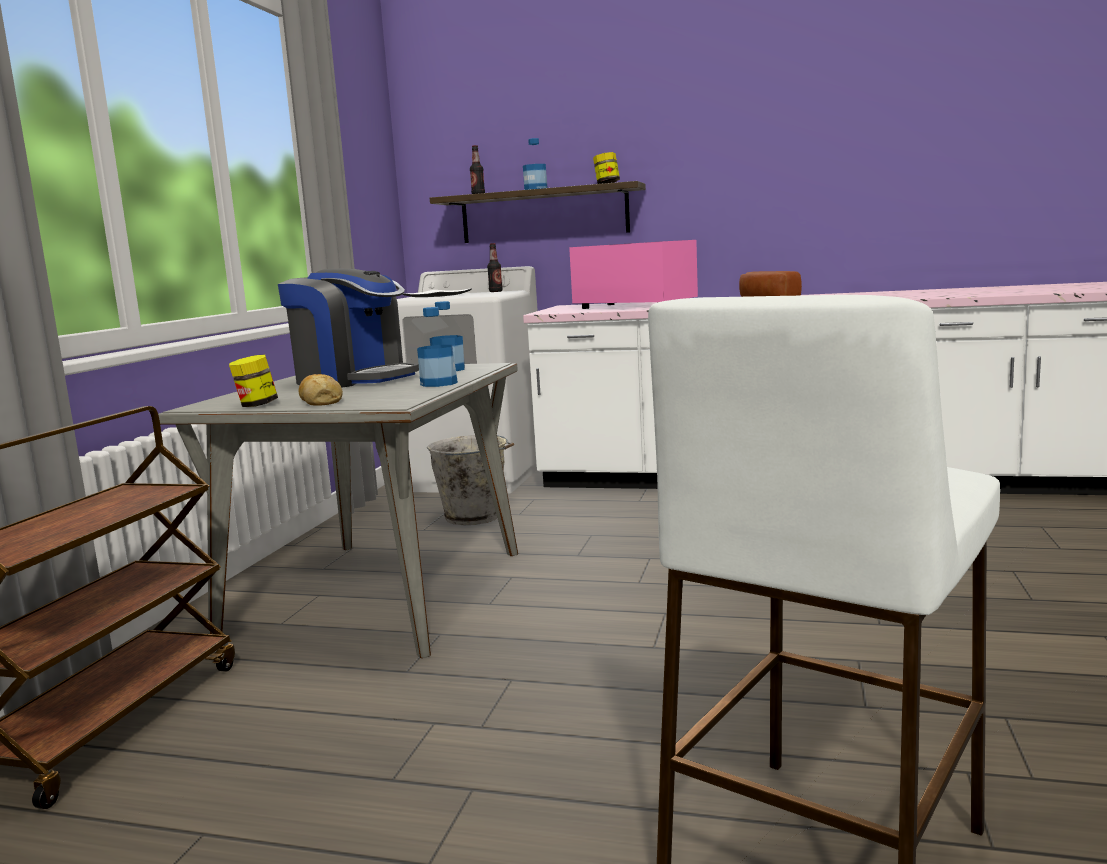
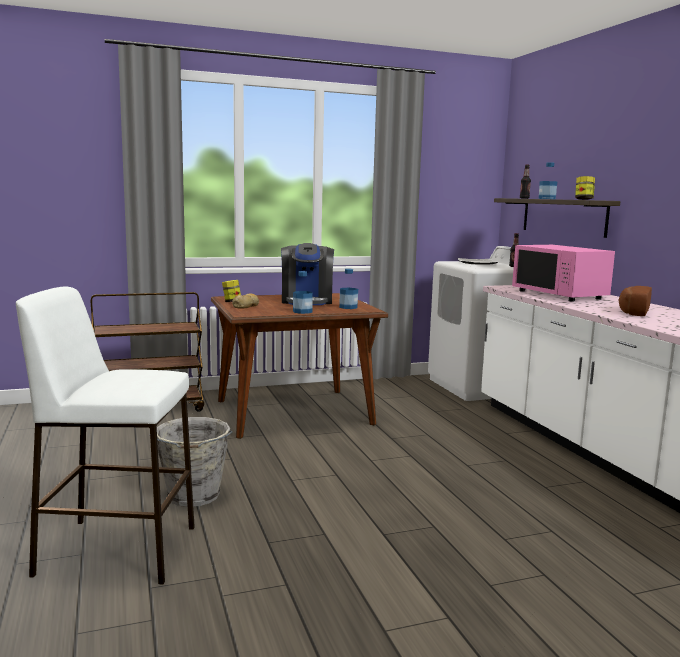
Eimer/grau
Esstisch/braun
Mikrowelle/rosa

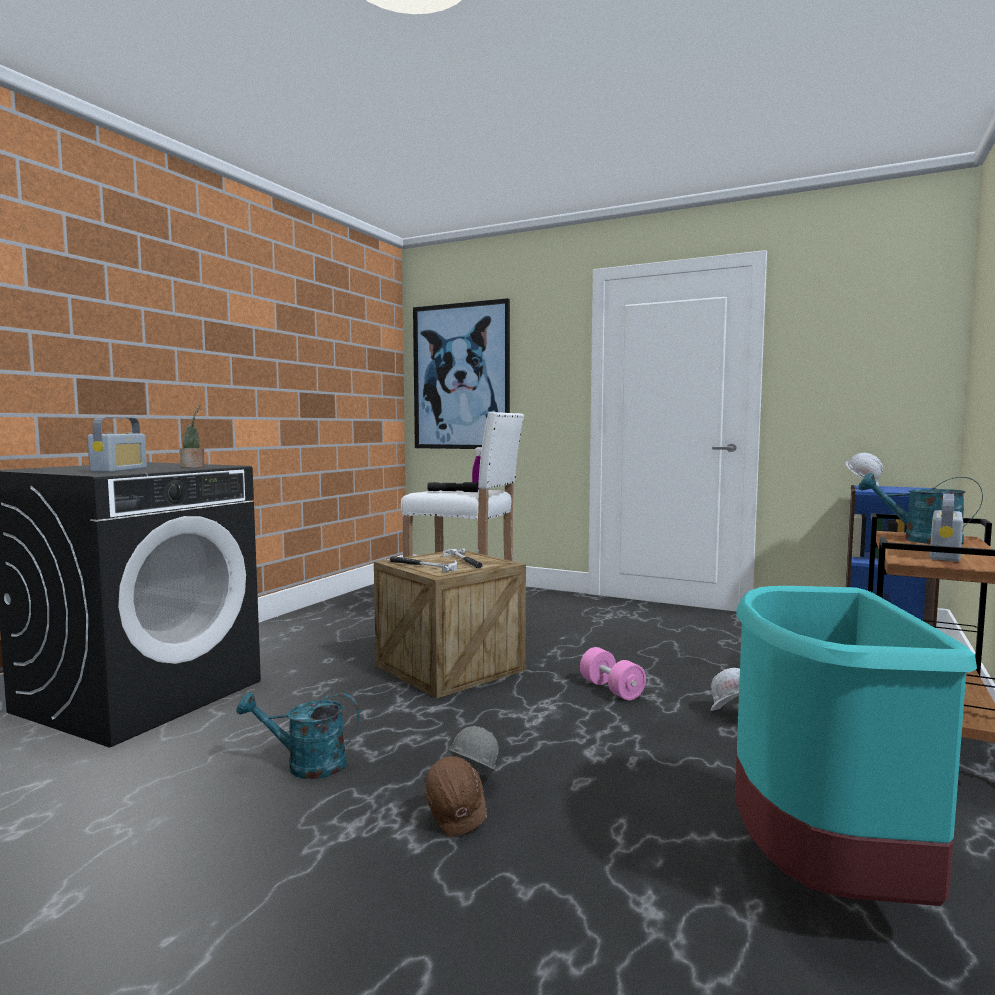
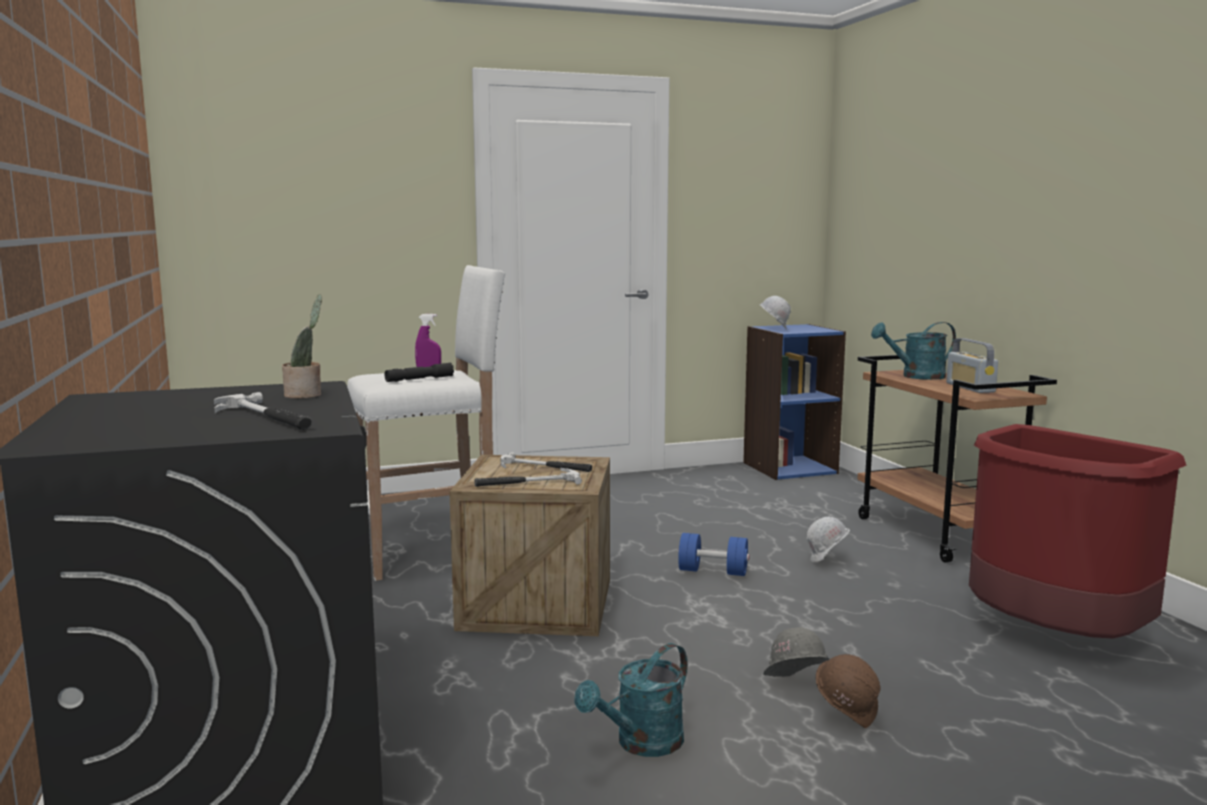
Bild
Hammer (no. 1 from left)
Hantel/blau
Mülleimer/rot

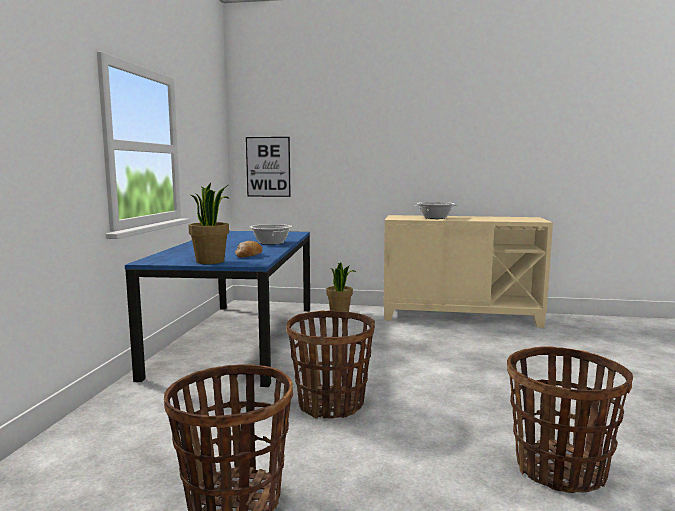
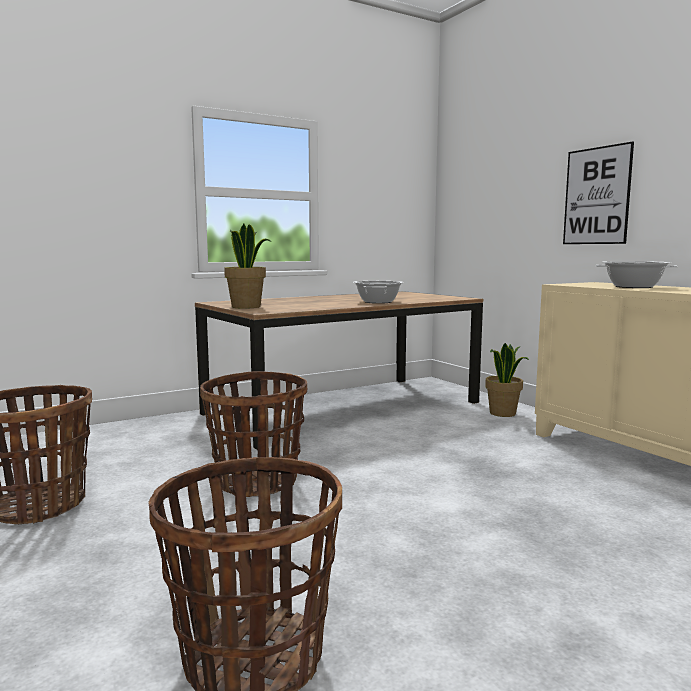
Brot
Bild
Esstisch/braun

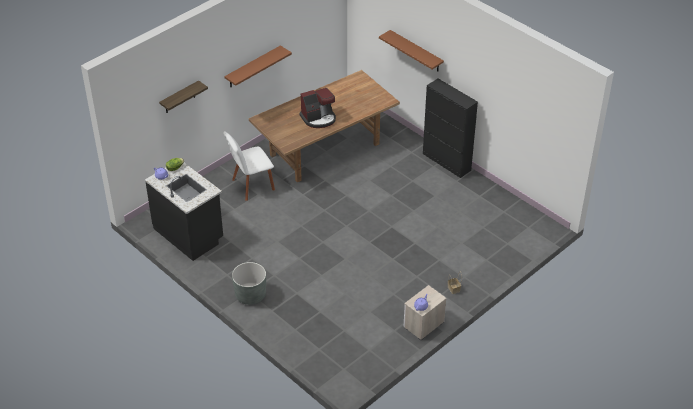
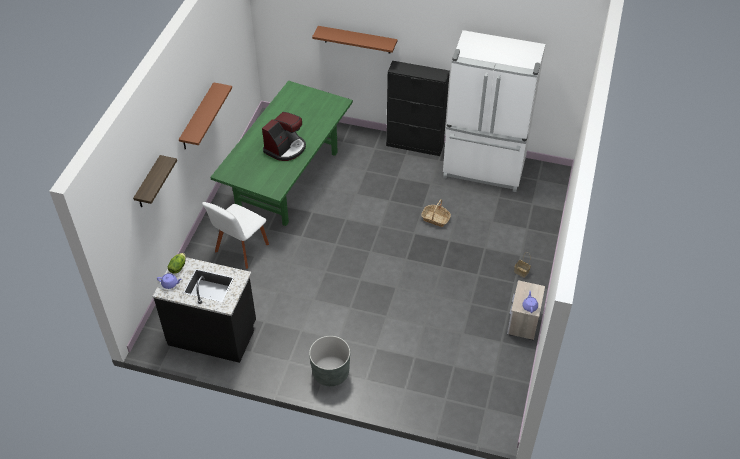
Korb (no. 1 from left)
Kühlschrank/weiß
Esstisch/grün

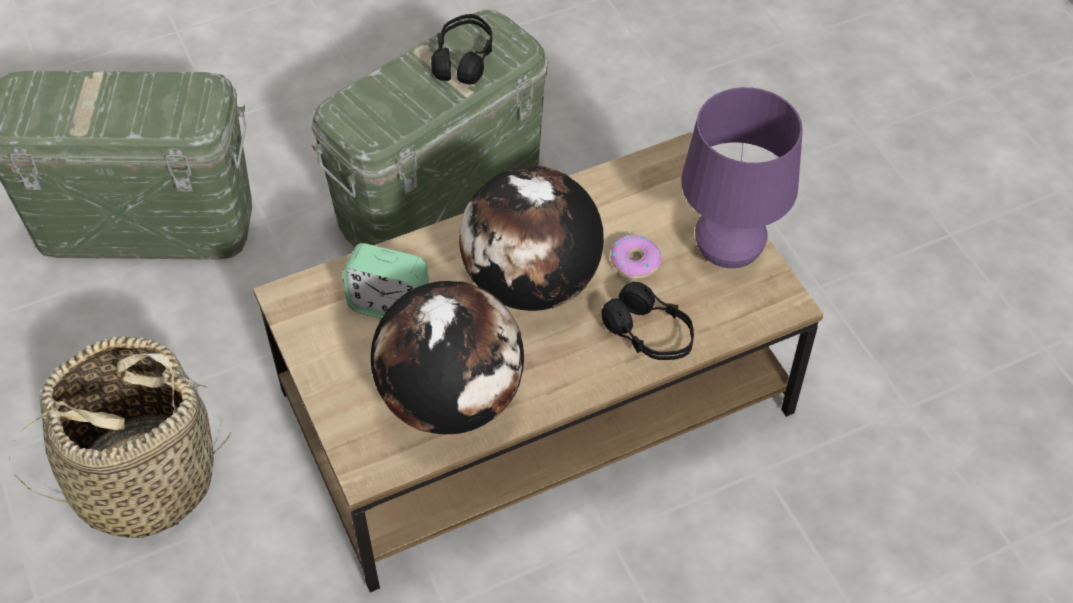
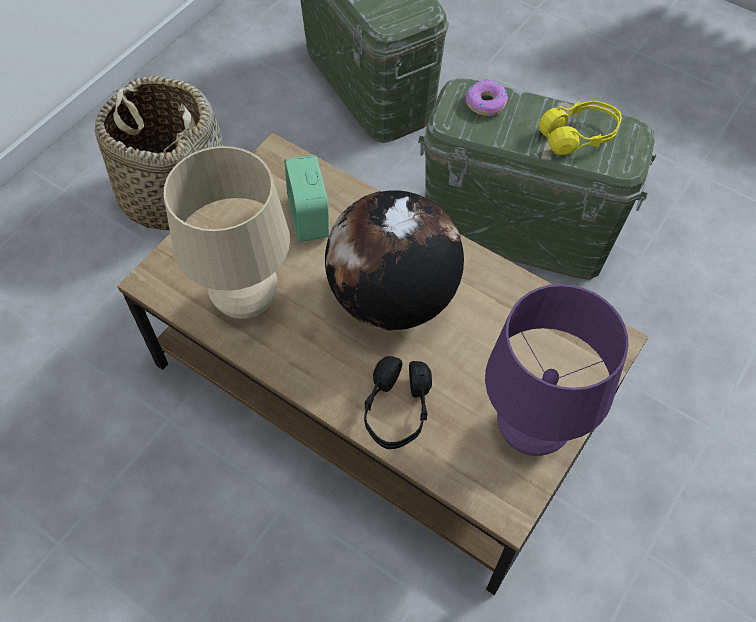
Donut
Tischlampe/beige
Kopfhörer/gelb

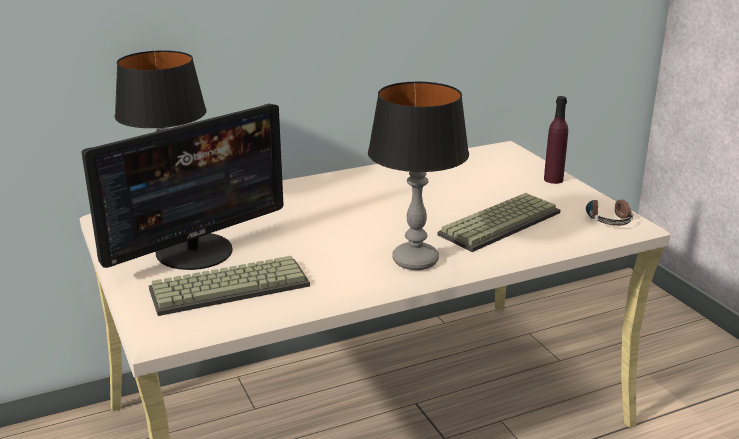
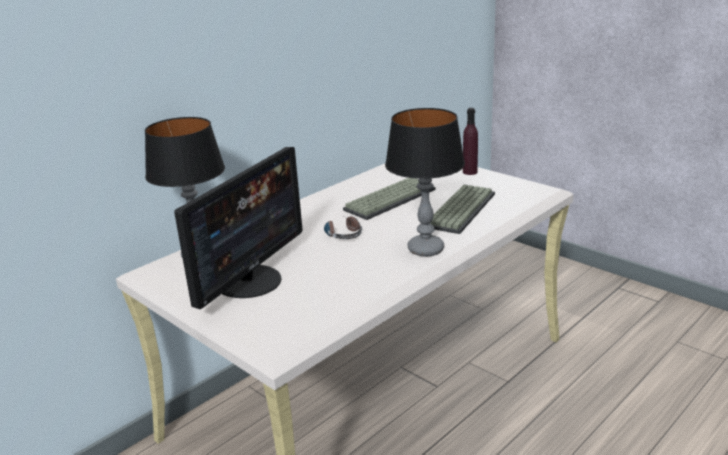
Tastatur (no. 1 from left)
Kopfhörer

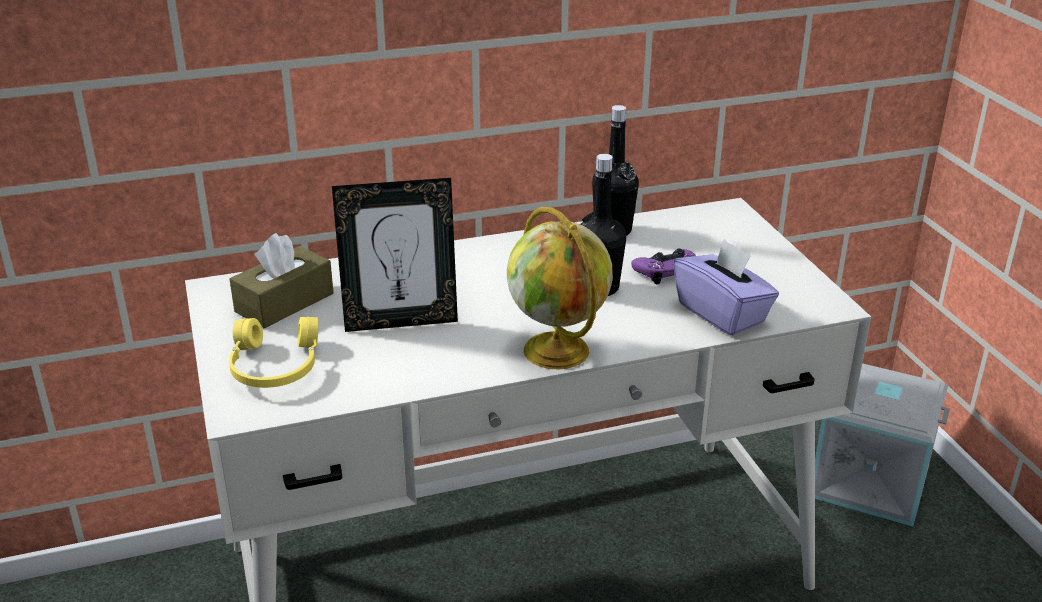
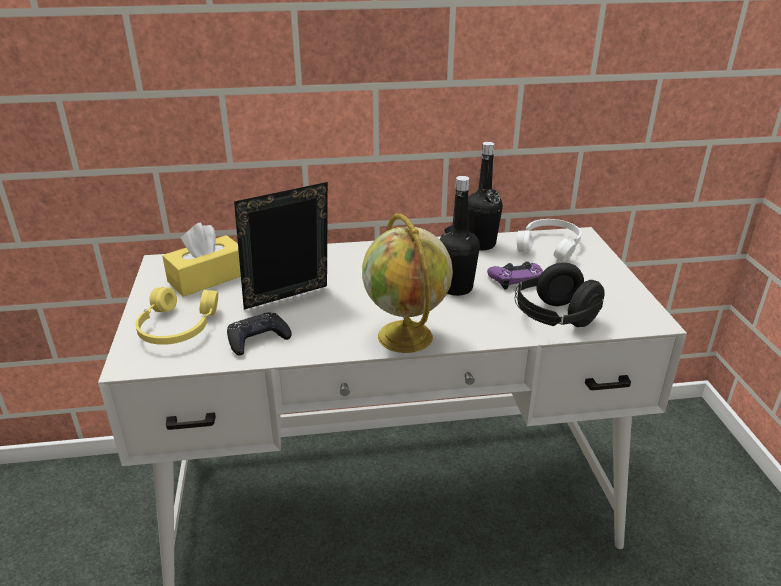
Aufbewahrungsbox/grau
Gamepad/schwarz
Kopfhörer/weiß
Kopfhörer/schwarz
Taschentuchbox/gelb
Bilderrahmen

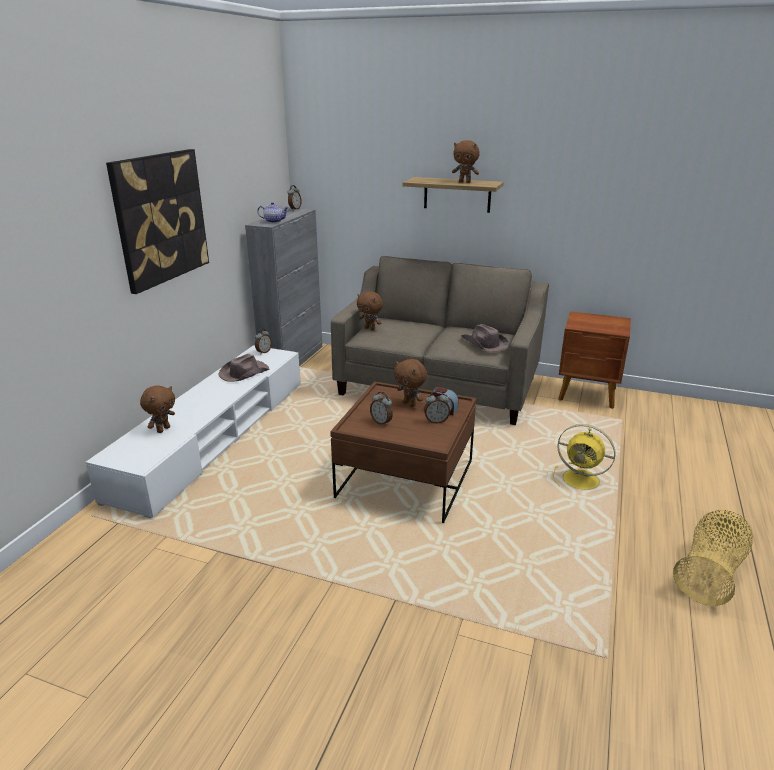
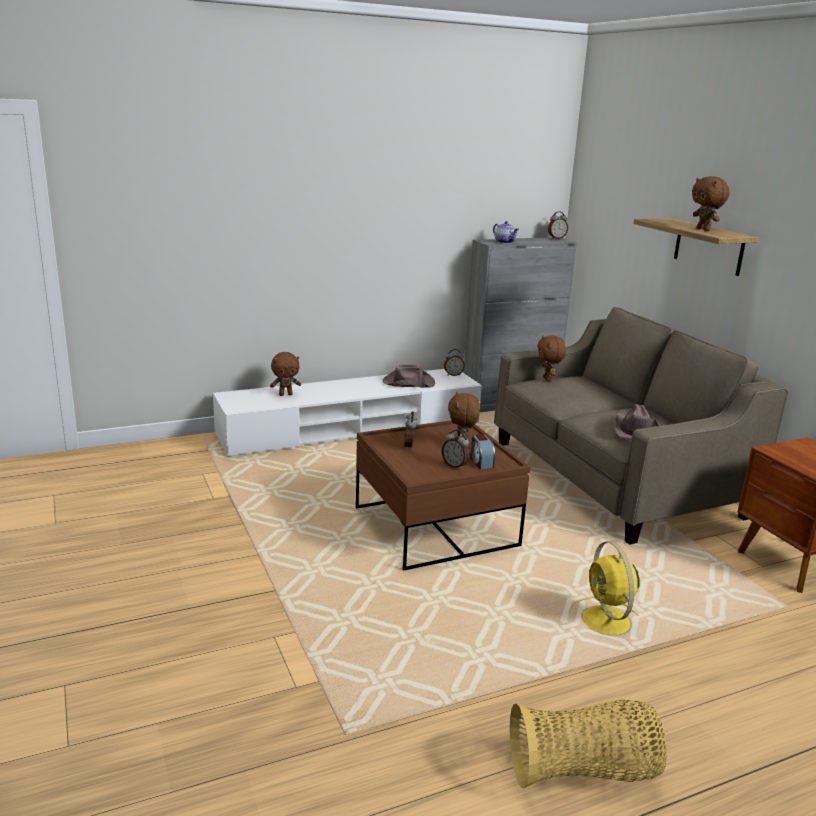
Bild

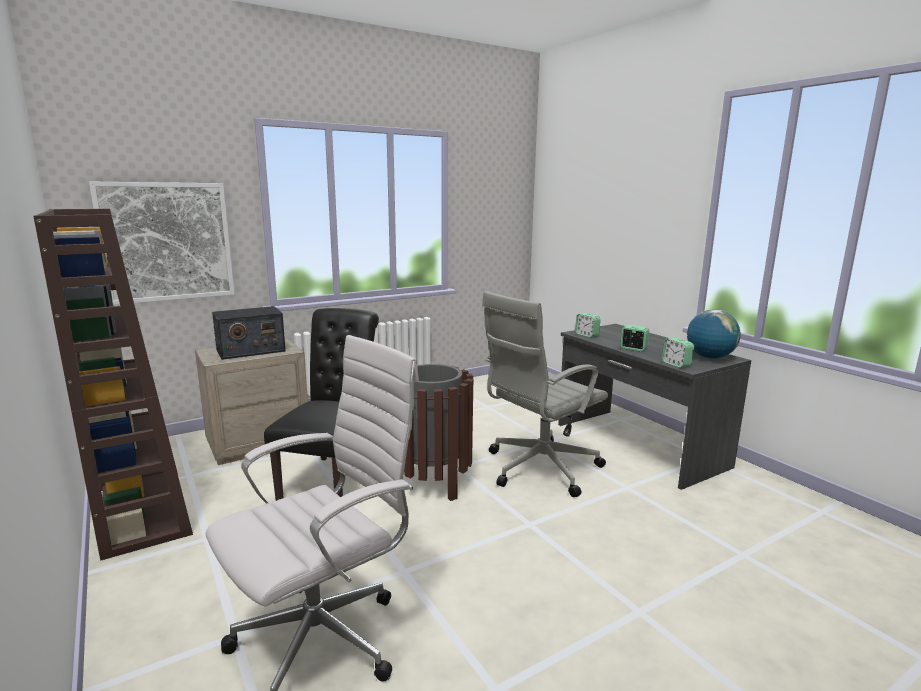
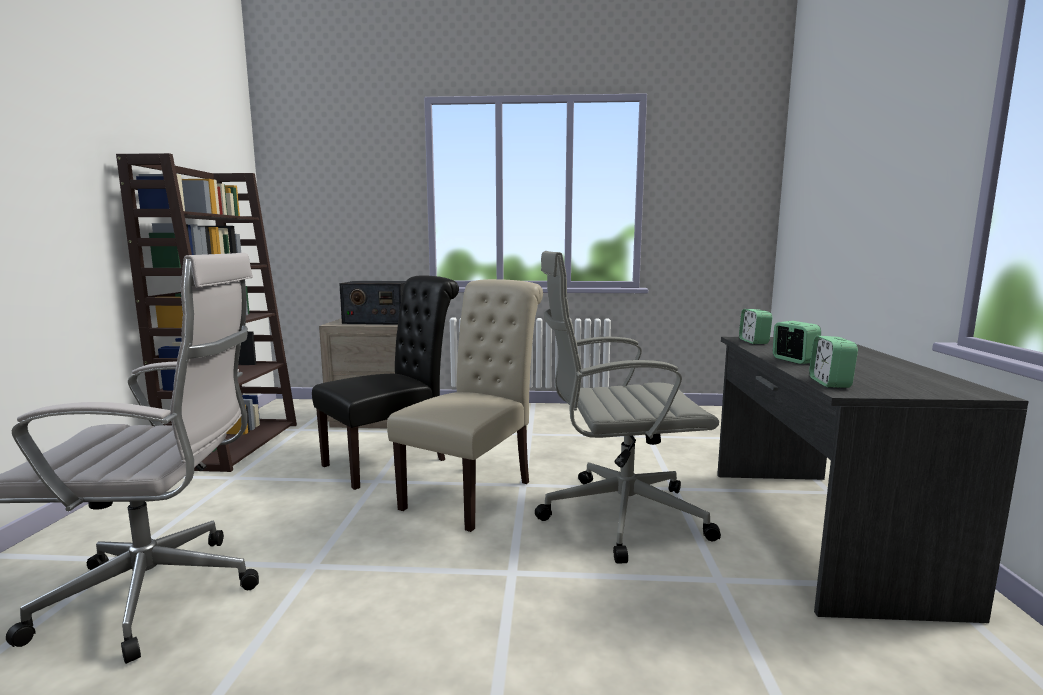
Bild
Globus
Stuhl/beige

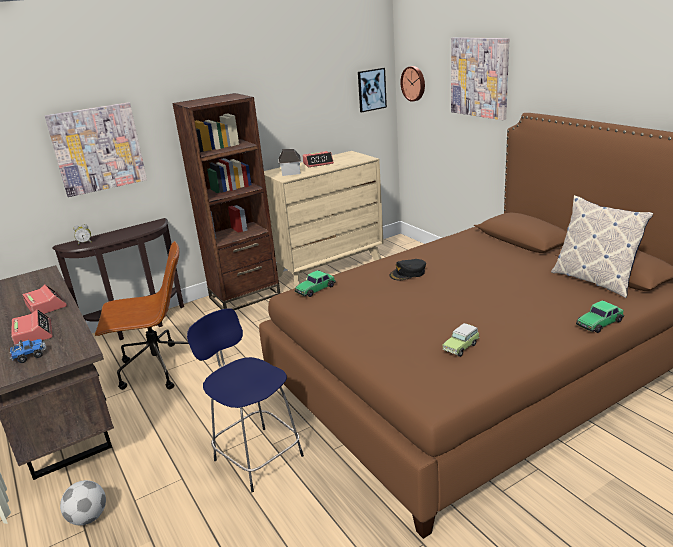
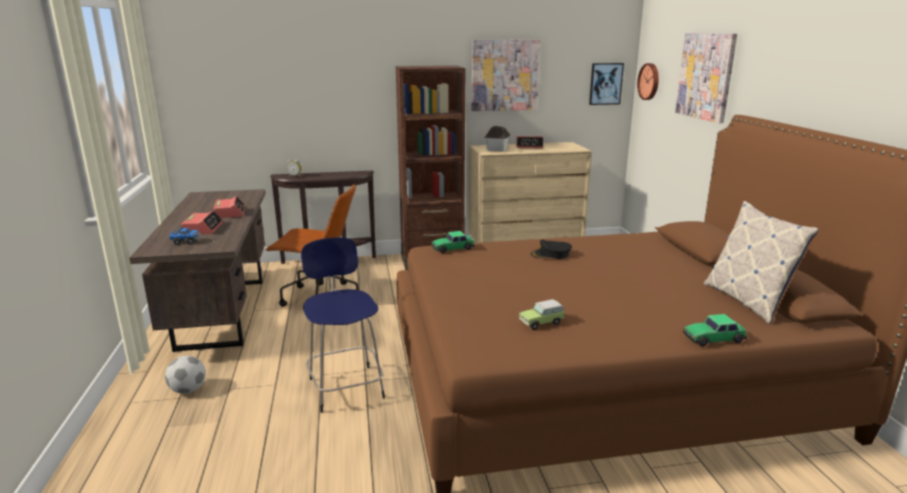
Bild (no. 1 from left)

